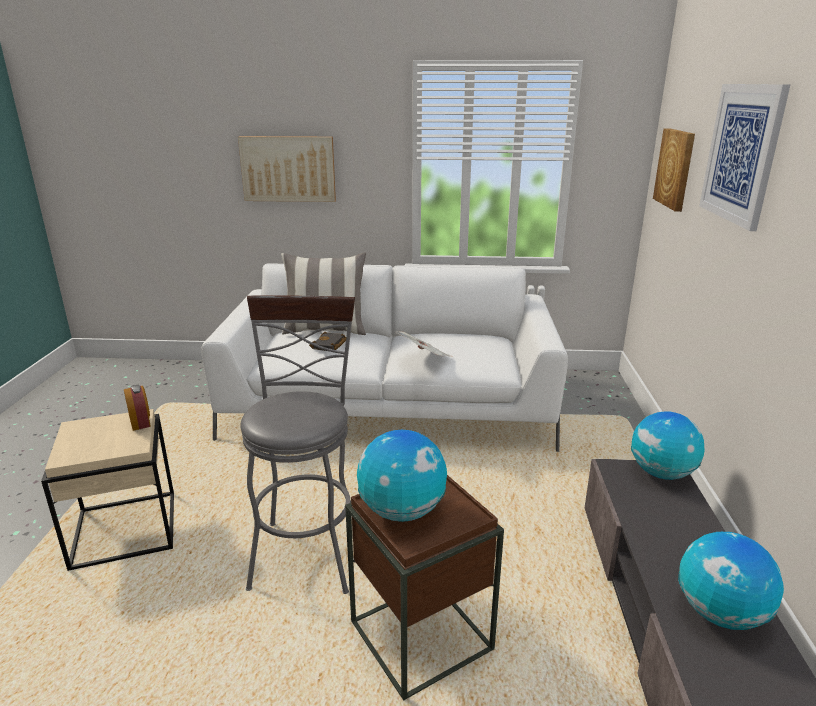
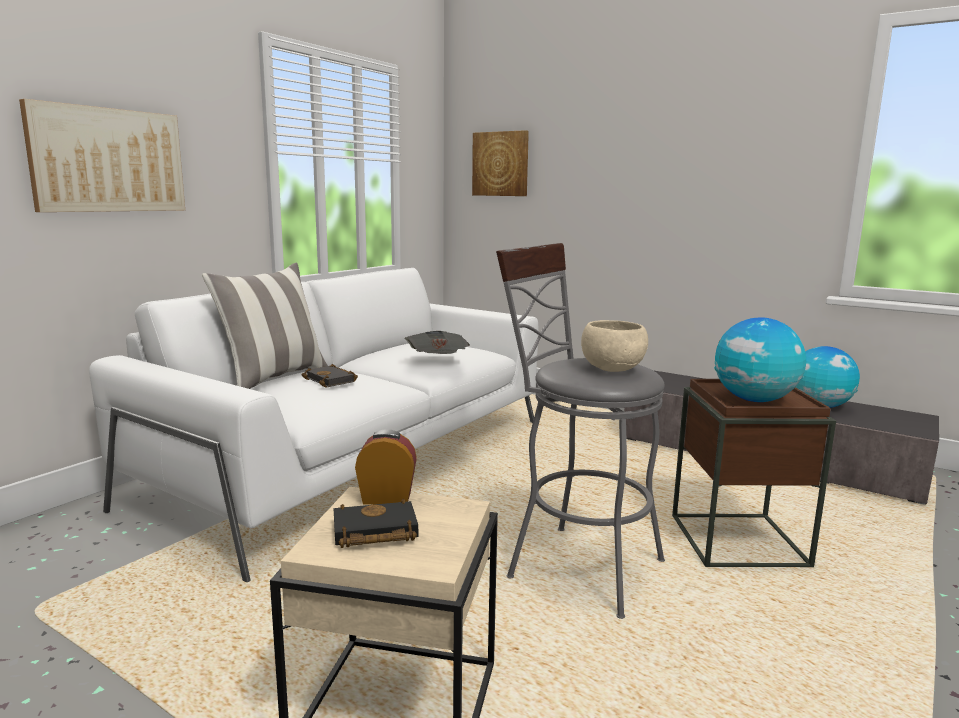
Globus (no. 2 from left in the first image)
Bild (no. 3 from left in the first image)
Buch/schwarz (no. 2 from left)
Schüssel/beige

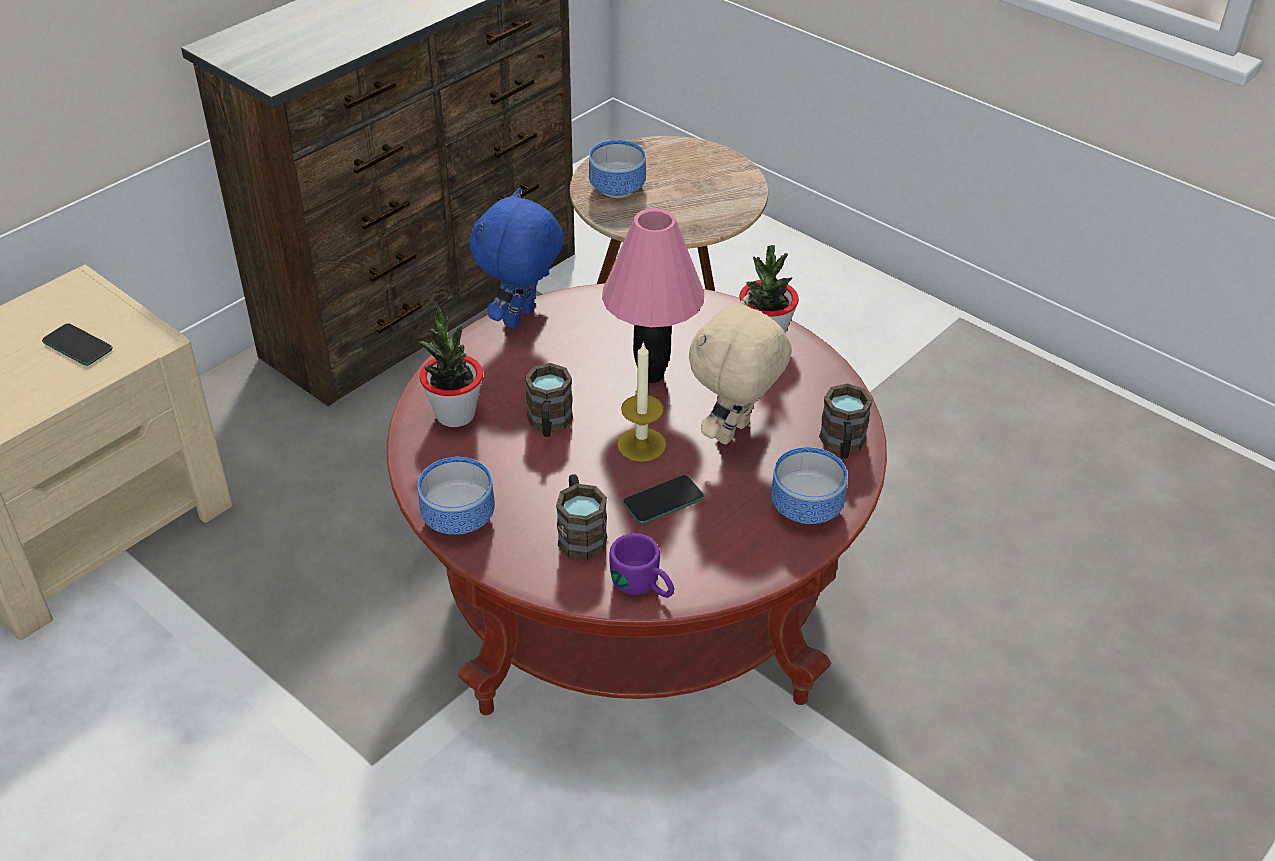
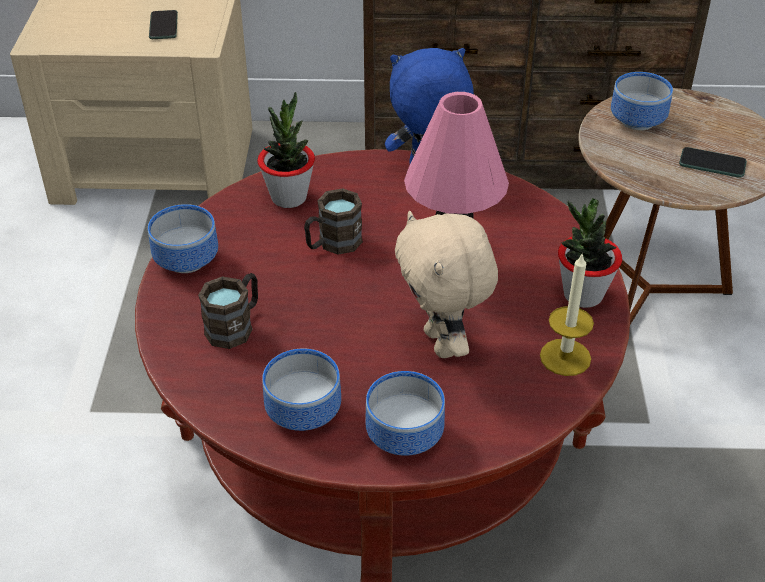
Henkelbecher/lila
Henkelbecher/braun (no. 3 from left in the first image)
Schüssel (no. 2 from left)
Kerze
Handy (no. 2 from left)
Plüschtier/beige

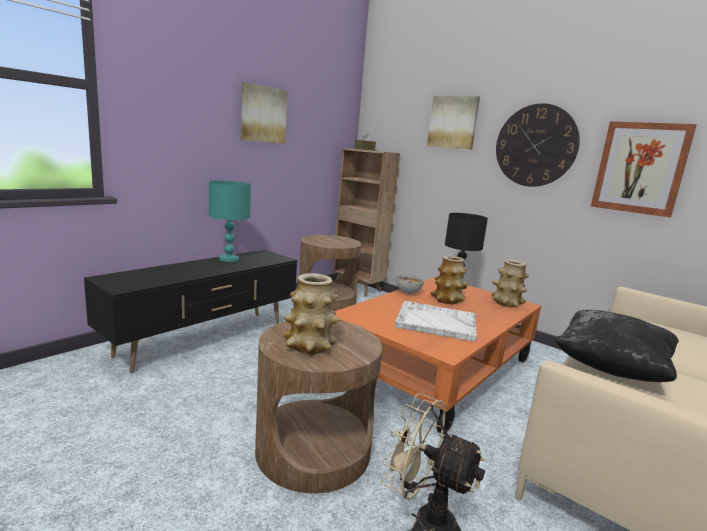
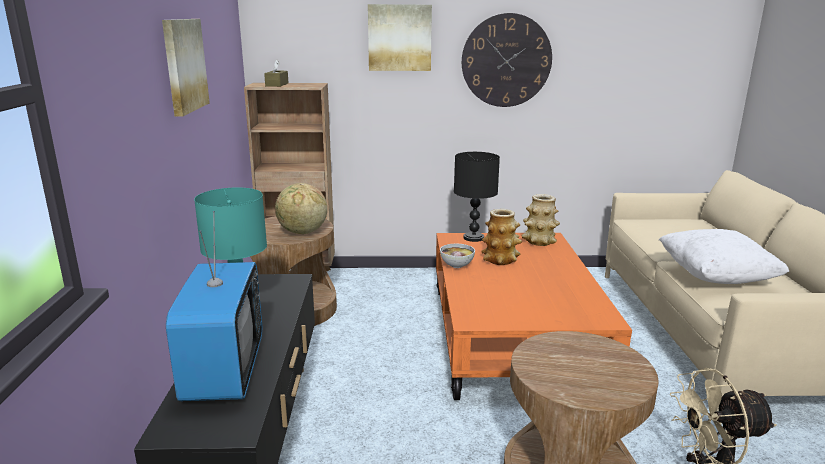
Vase (no. 1 from left in the first image)
Tablett/weiß
Bild (no. 3 from left in the first image)
Fernseher
Globus
Kissen/weiß

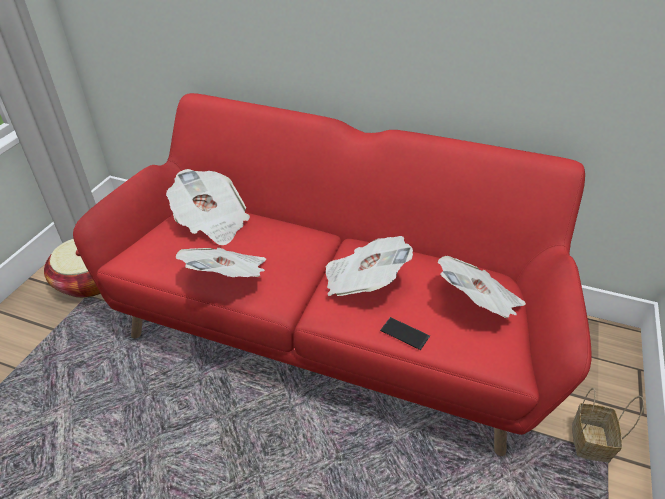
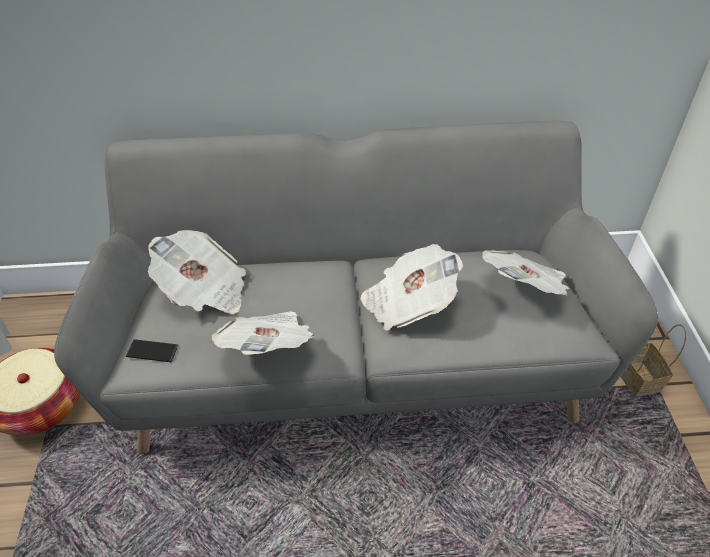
Handy
Sofa/grau

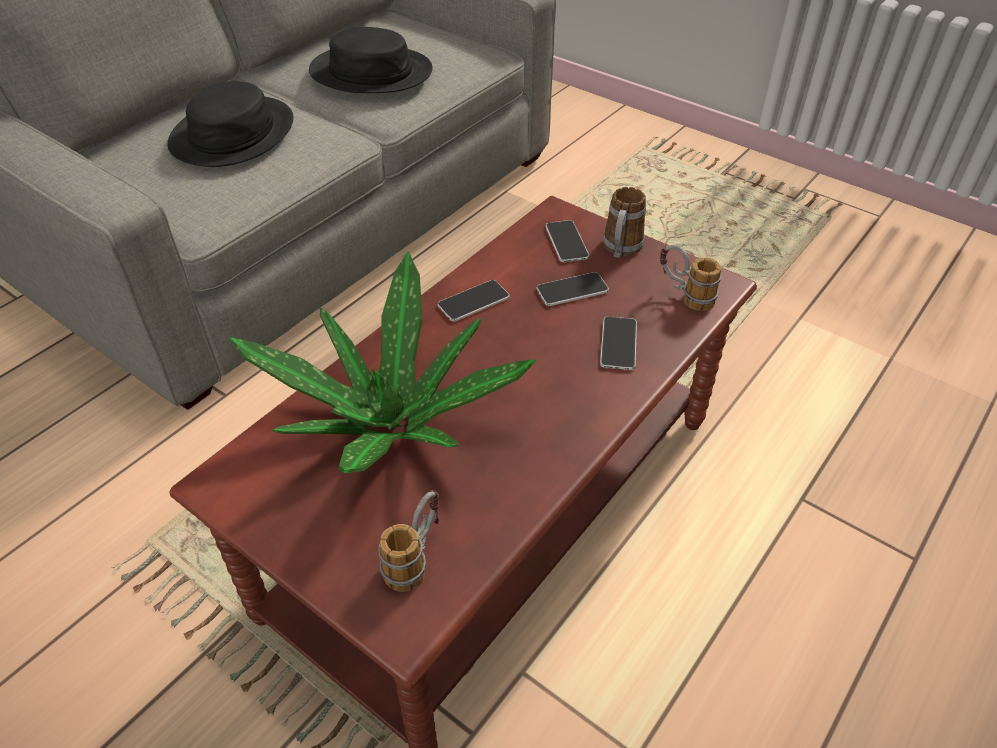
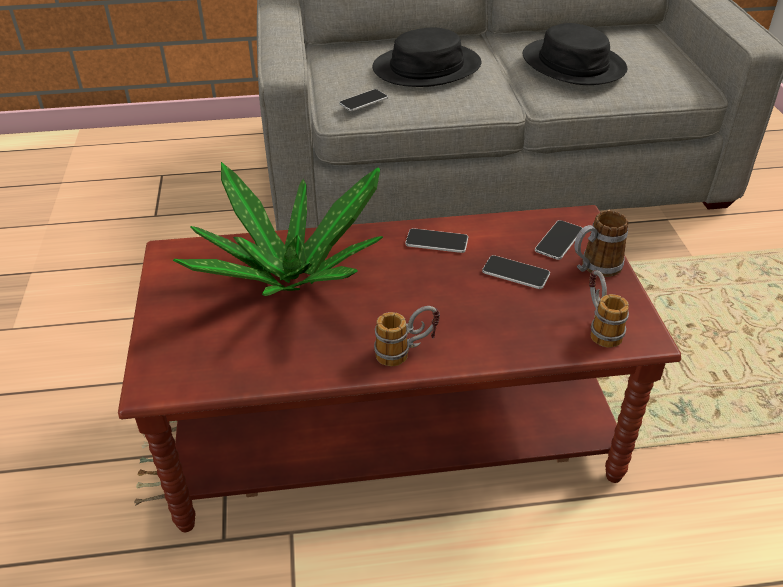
Henkelbecher (no. 1 from left)
Handy (no. 1 from left)

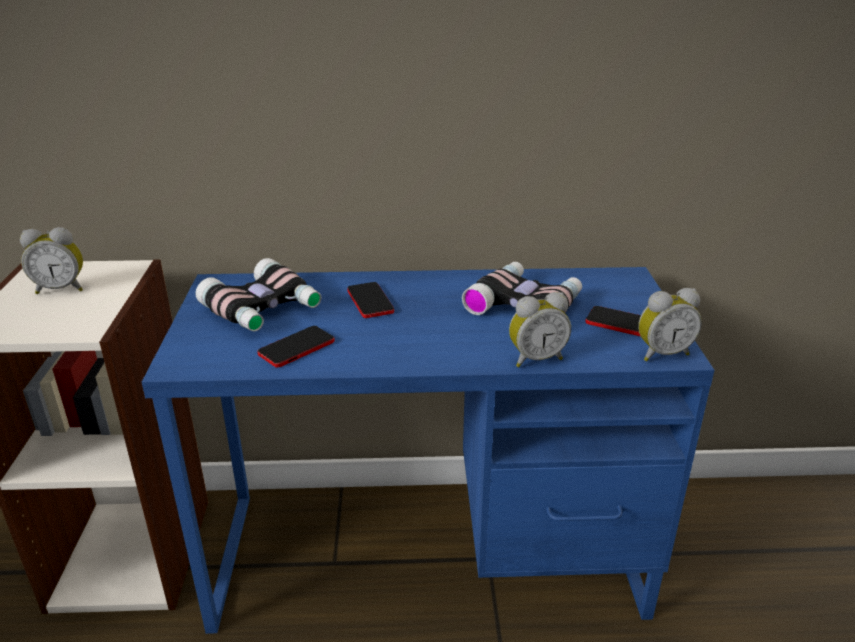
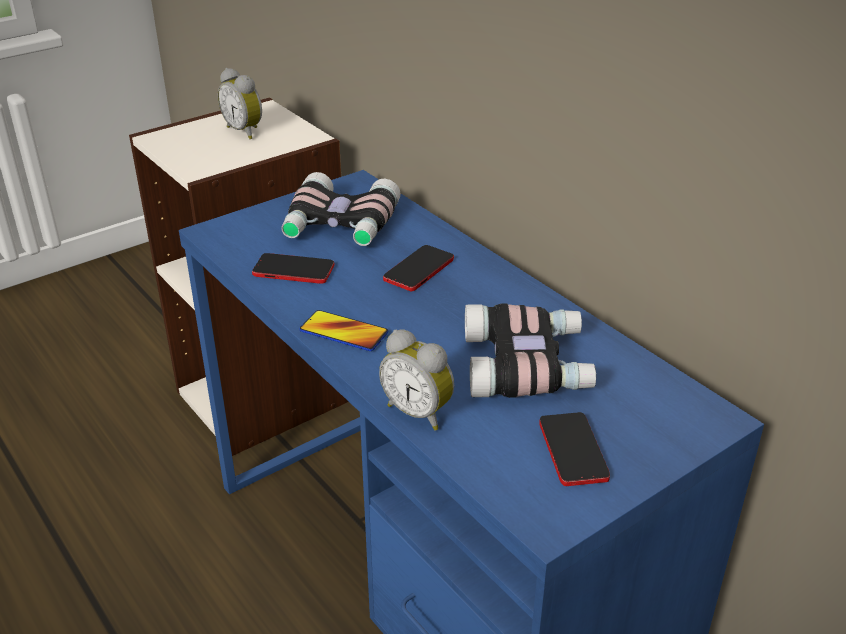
Wecker (no. 3 from left in the first image)
Handy (no. 2 from left)

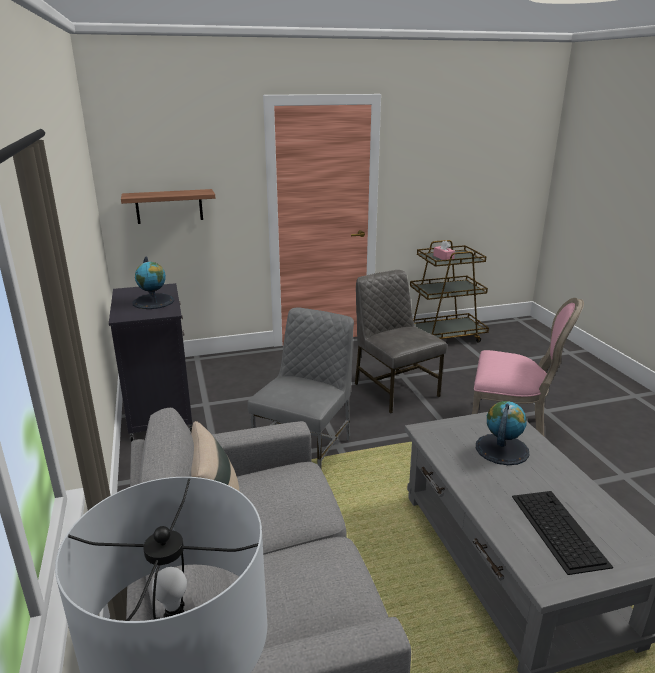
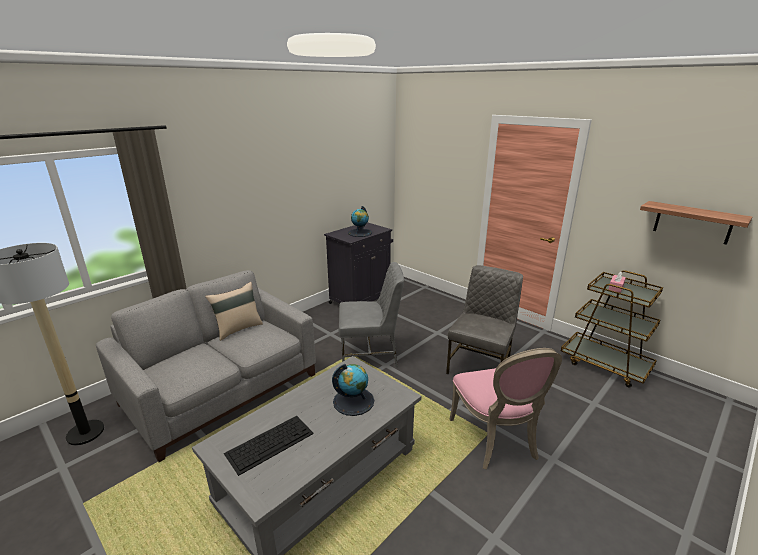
Wandregal

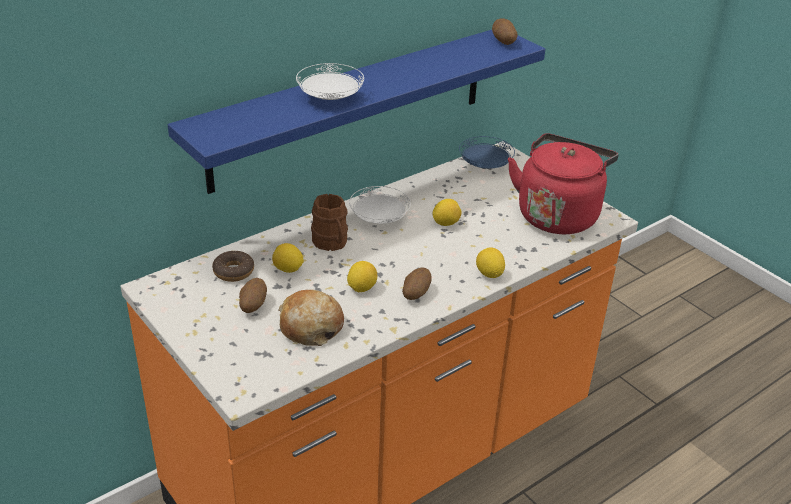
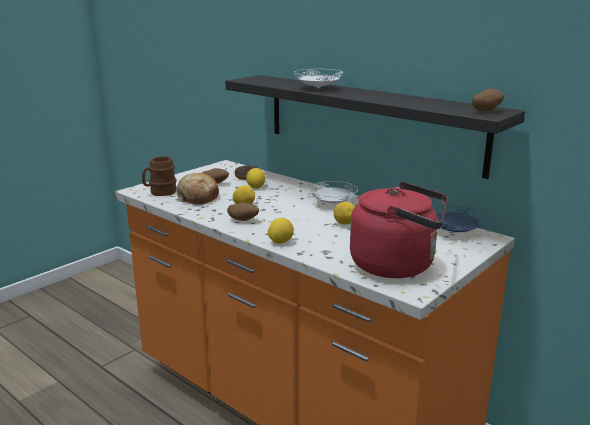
Henkelbecher/braun
Wandregal/schwarz

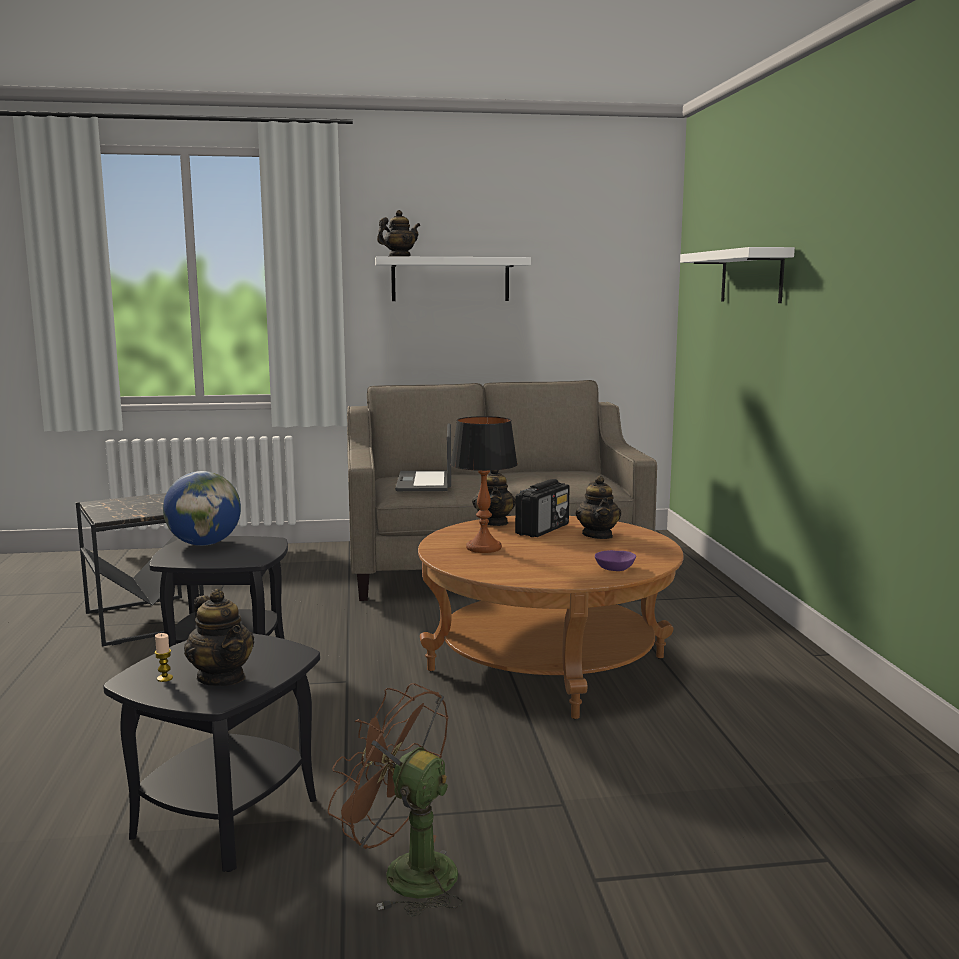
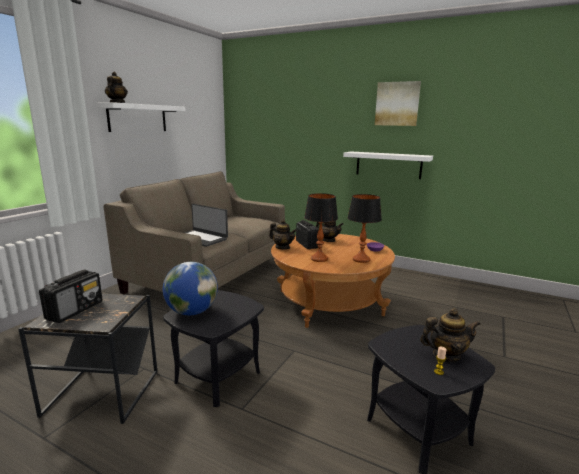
Ventilator/braun
Radio (no. 1 from left)
Tischlampe (no. 2 from left)
Bild
Wandregal/weiß (no. 2 from left)

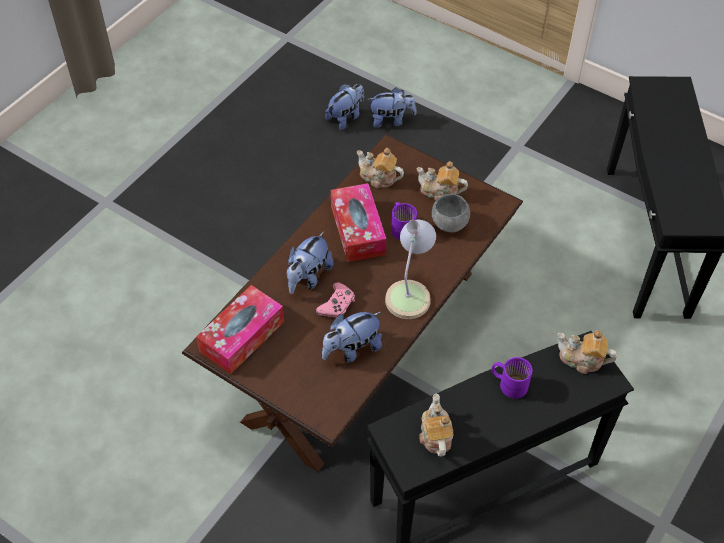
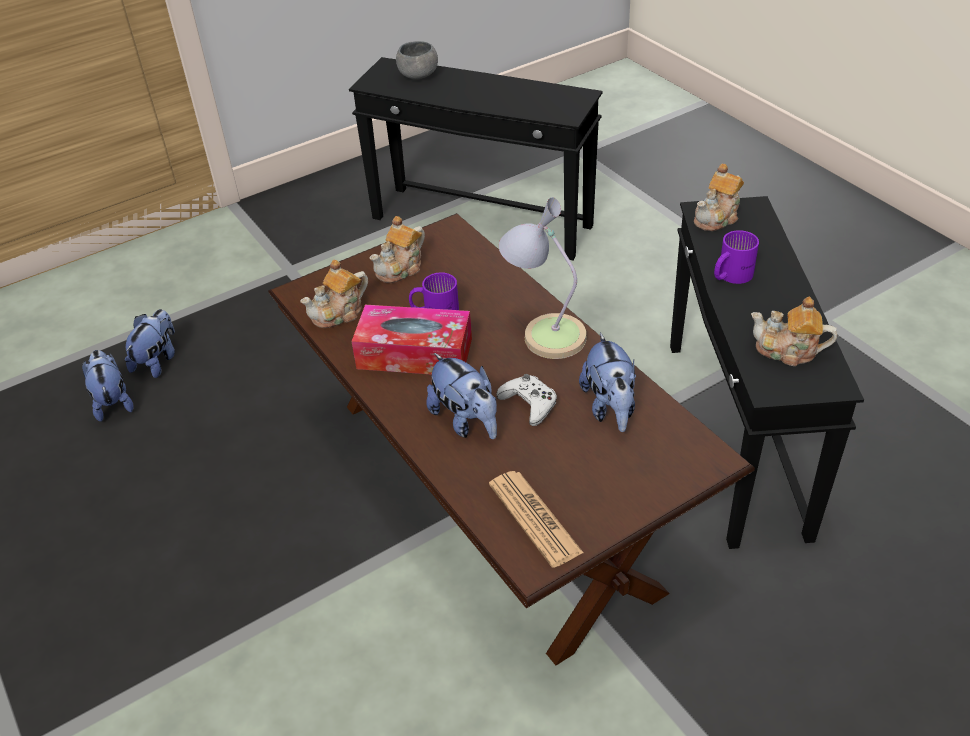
Schüssel/grau
Zeitung
Gamepad/weiß

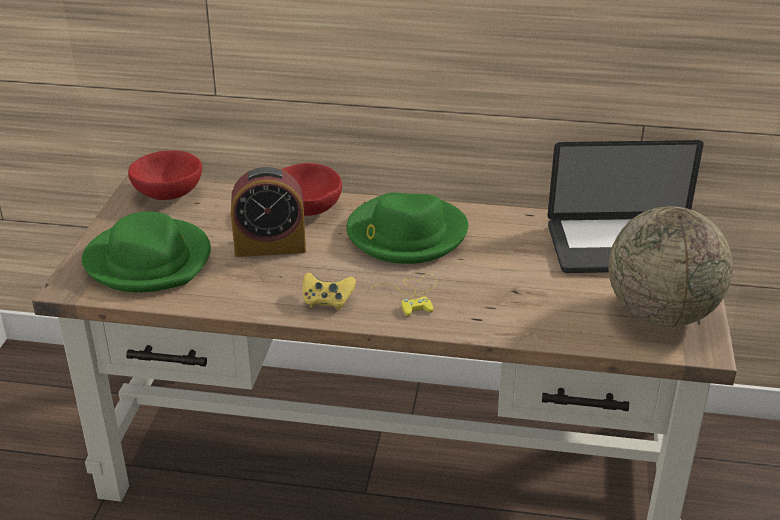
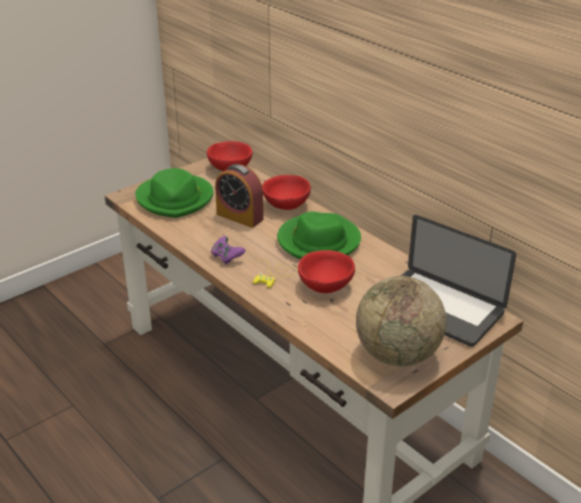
Schüssel/rot (no. 3 from left)
Gamepad/lila

